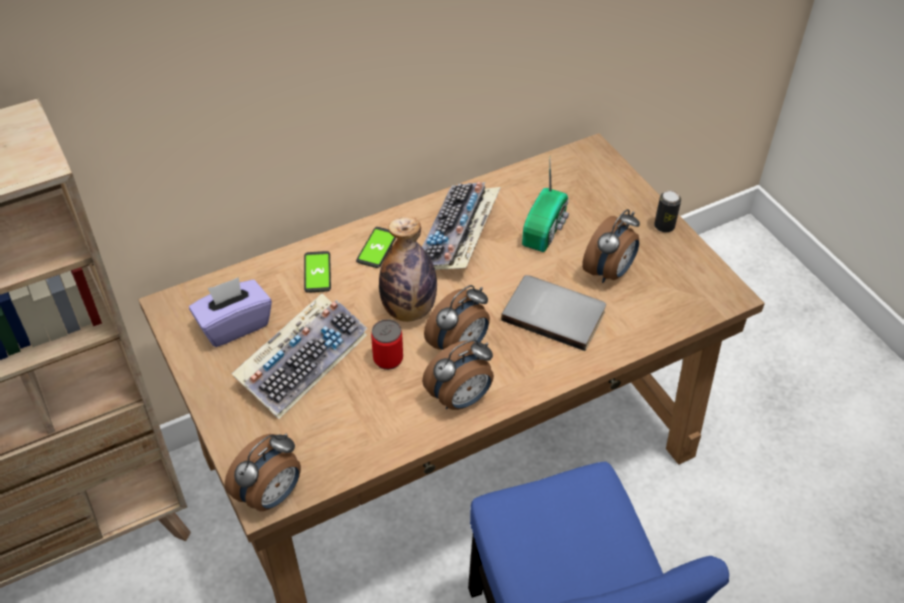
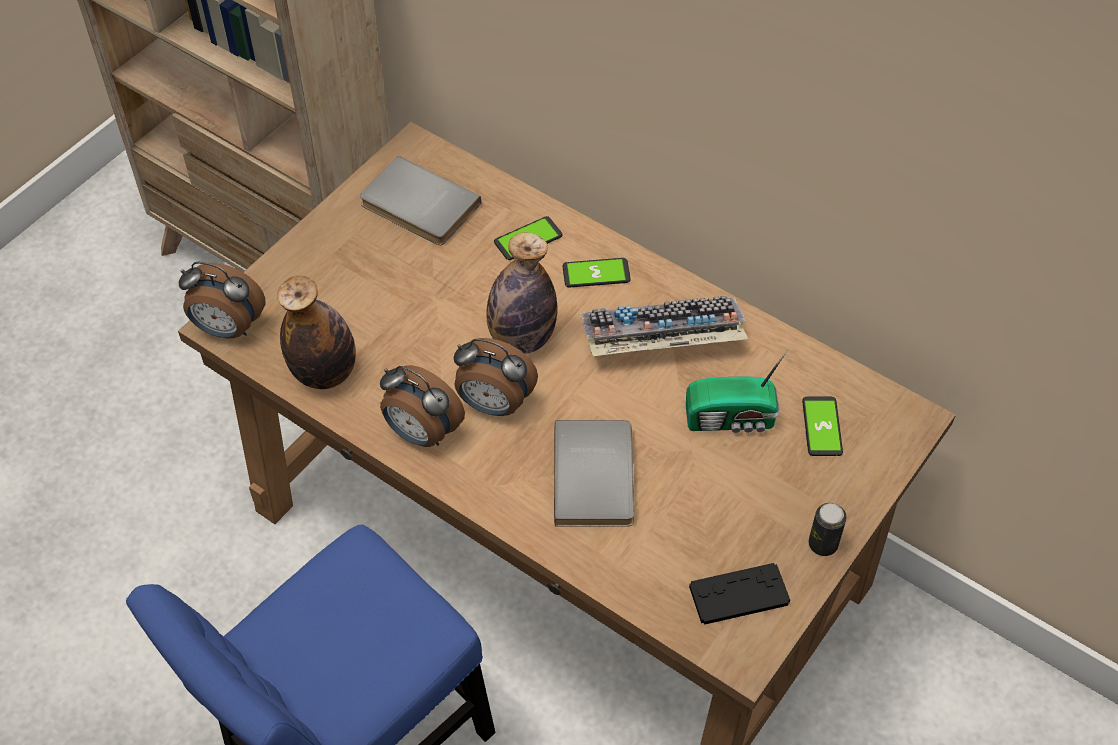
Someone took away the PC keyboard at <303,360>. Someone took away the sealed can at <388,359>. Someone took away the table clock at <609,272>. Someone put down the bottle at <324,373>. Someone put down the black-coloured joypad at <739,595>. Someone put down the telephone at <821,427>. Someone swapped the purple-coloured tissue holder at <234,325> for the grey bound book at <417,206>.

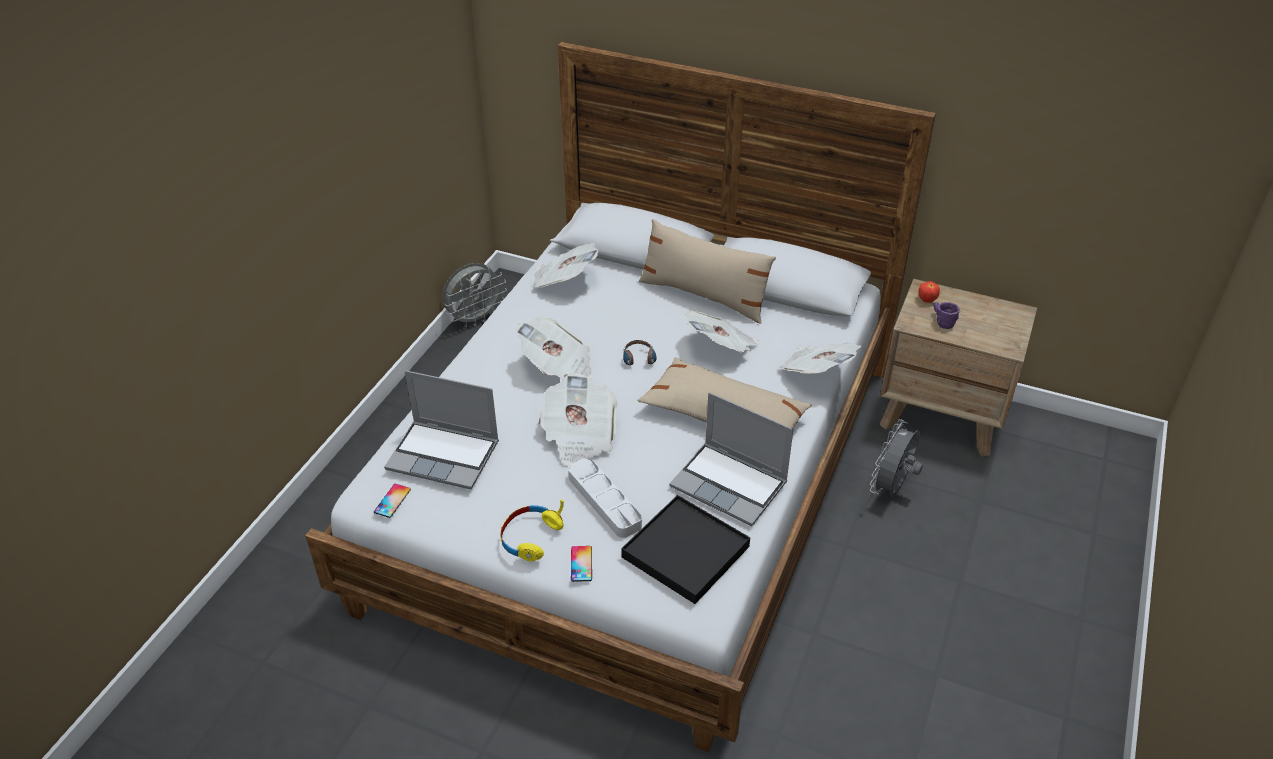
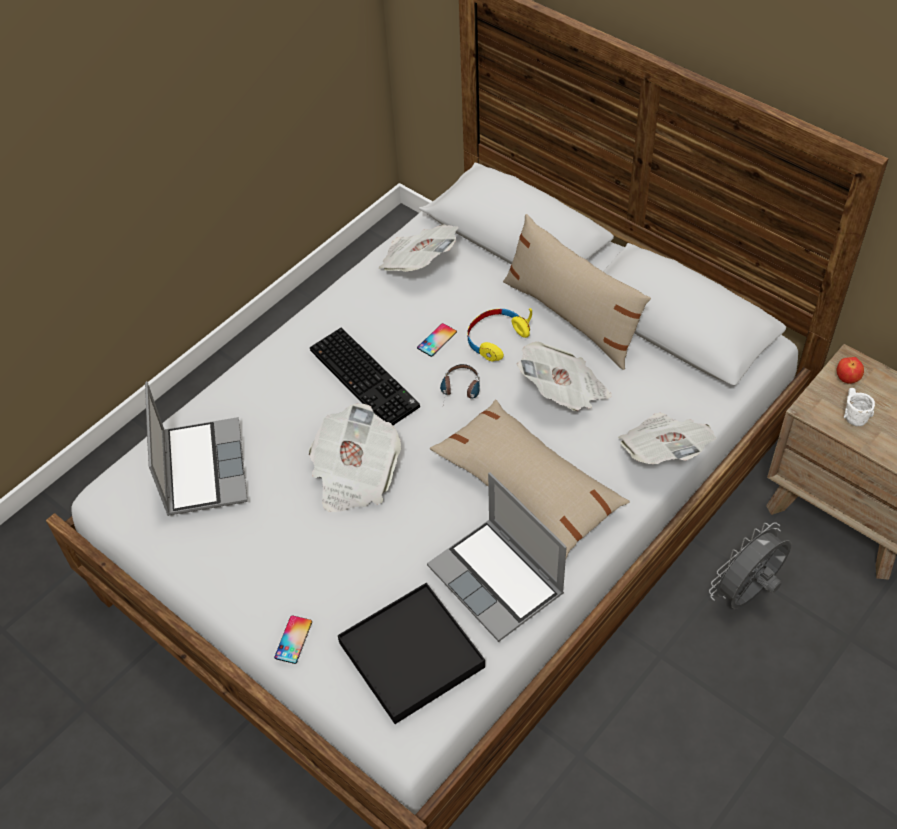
Someone took away the grey fan at <475,319>. Someone took away the grey tray at <604,501>. Someone carried the telephone from <392,501> to <437,340>. Someone carried the yellow headphones from <530,537> to <496,339>. Someone swapped the newspaper at <558,366> for the PC keyboard at <366,378>. Someone repainted the purple-coloured tea mug at <940,321>, which became the whitish tea mug at <851,412>. Someone rotated the portable computer at <445,455> by 135 degrees counterclockwise.

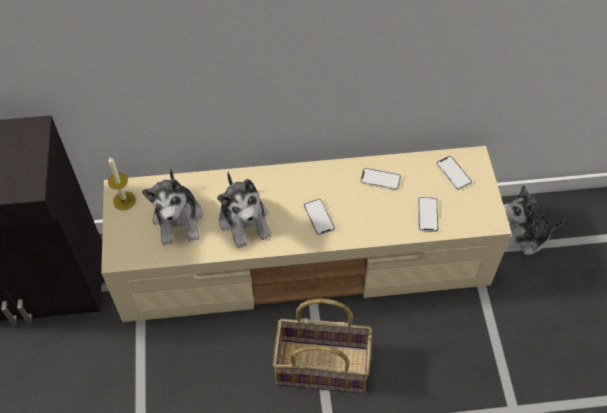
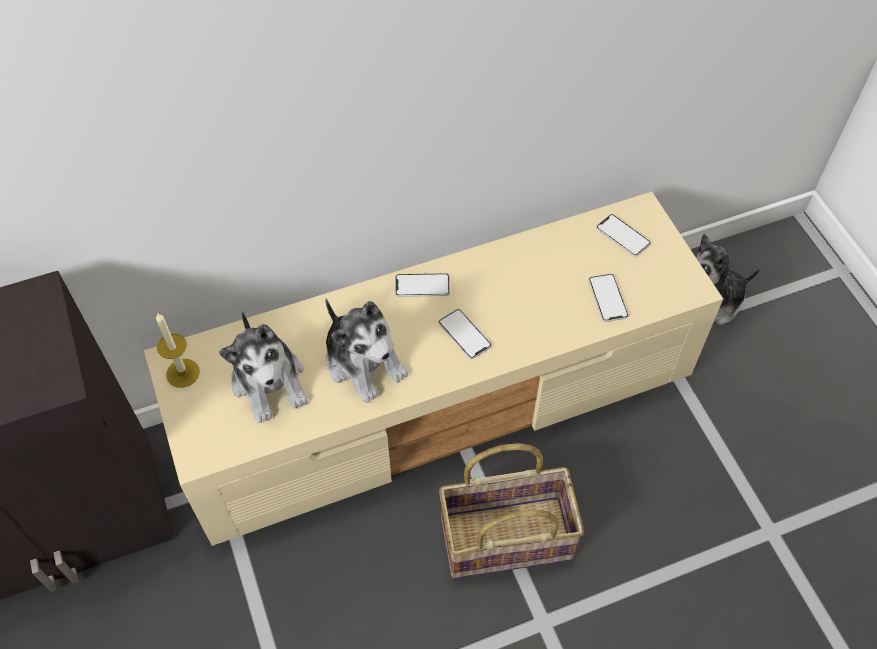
Someone carried the telephone from <380,179> to <422,286>.

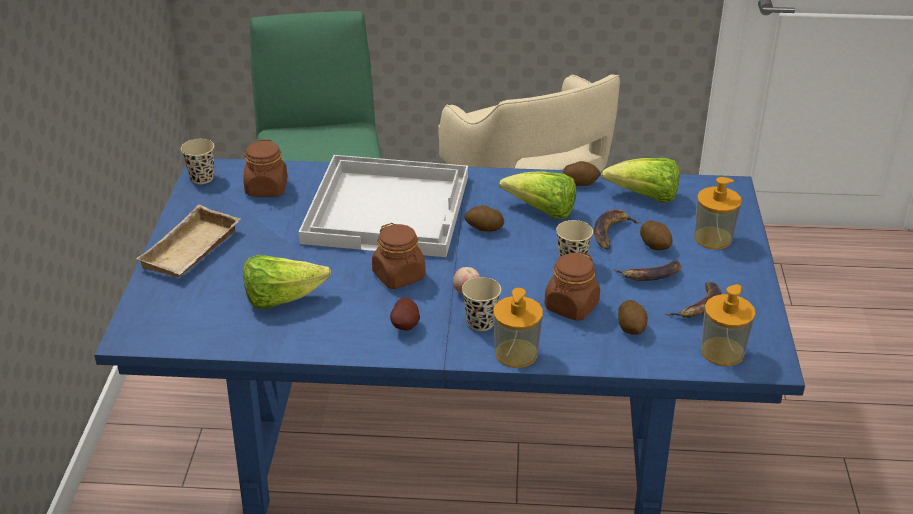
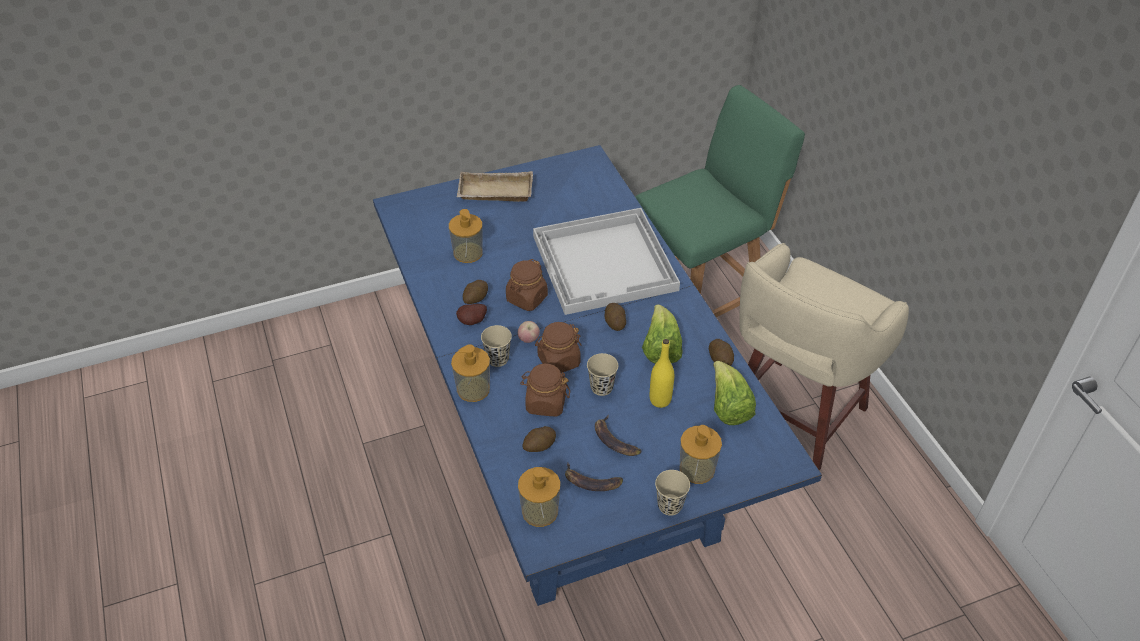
Someone carried the sand-coloured cup from <202,178> to <670,505>. Someone carried the brown-coloured storage jar from <266,188> to <558,361>. Someone carried the potato from <655,245> to <475,299>. Someone swapped the lettuce head at <281,299> for the soap dispenser at <468,253>. Someone swapped the banana fruit at <612,232> for the yellow bottle at <660,400>.

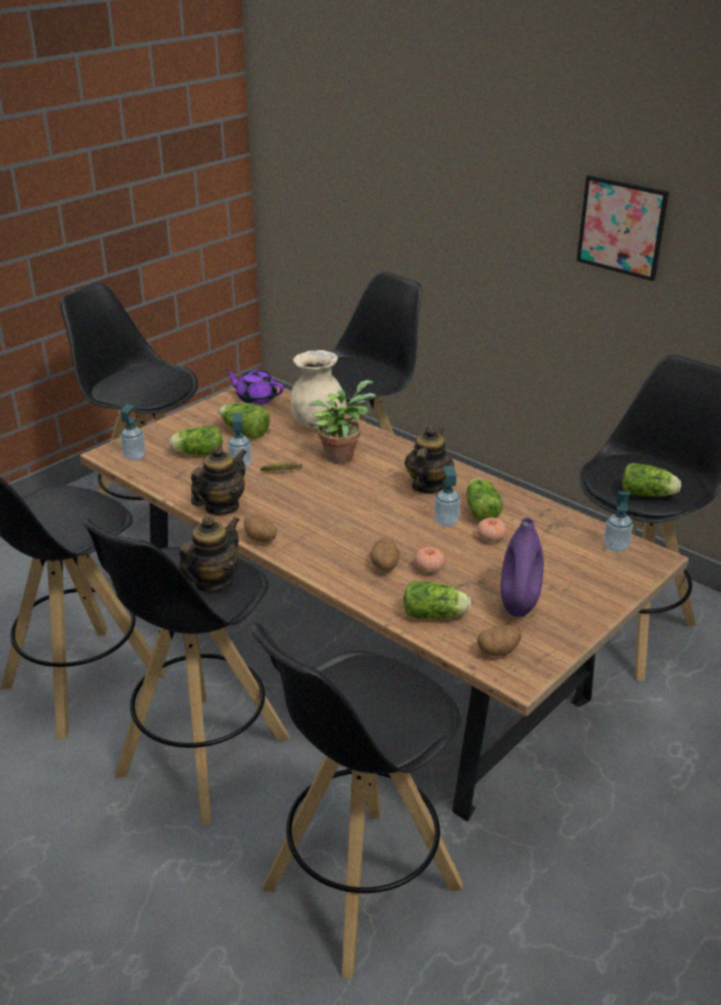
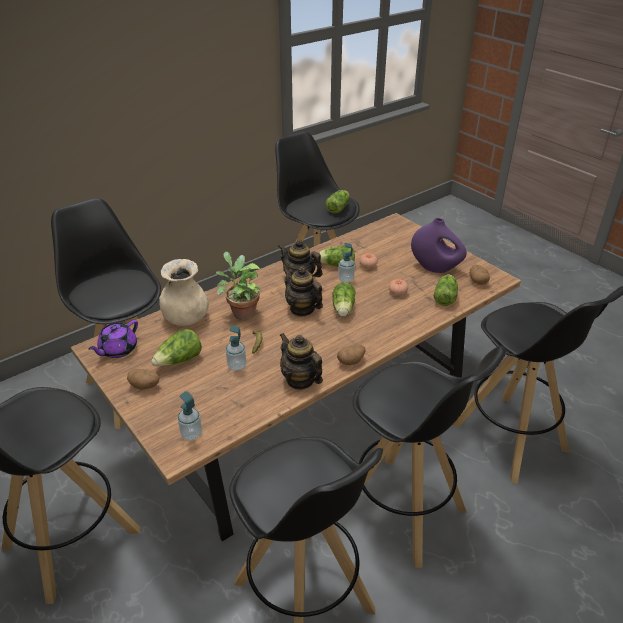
Someone took away the wall art at <621,227>. Someone took away the soap dispenser at <615,547>. Someone carried the lettuce head from <196,453> to <343,309>. Someone carried the pot for tea from <213,582> to <302,309>. Someone carried the potato from <384,566> to <145,386>.

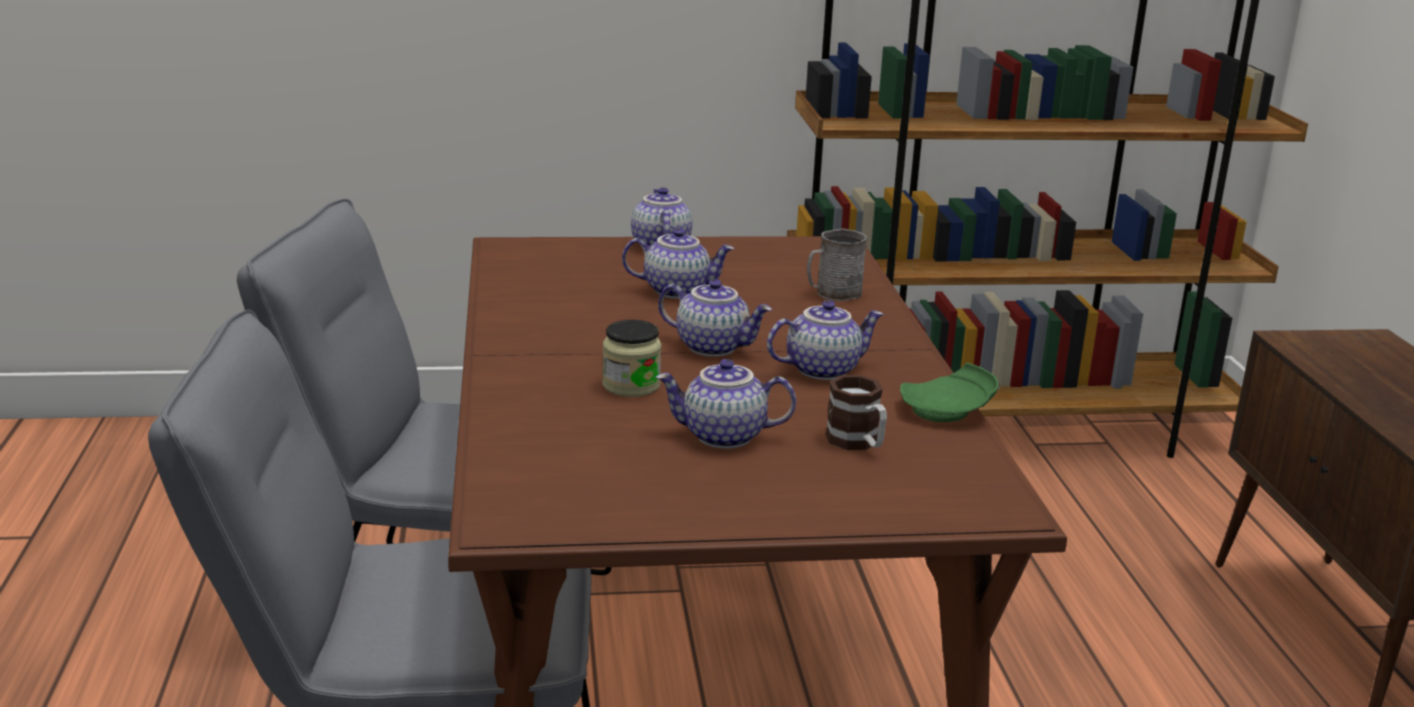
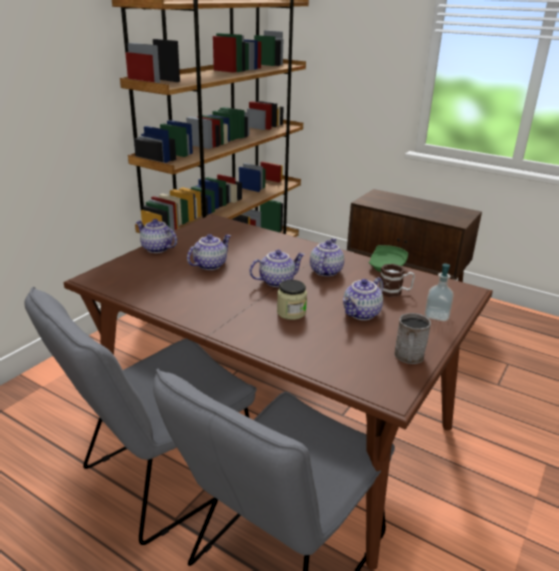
Someone put down the soap dispenser at <436,315>. Someone carried the grey tea mug from <833,294> to <409,357>.

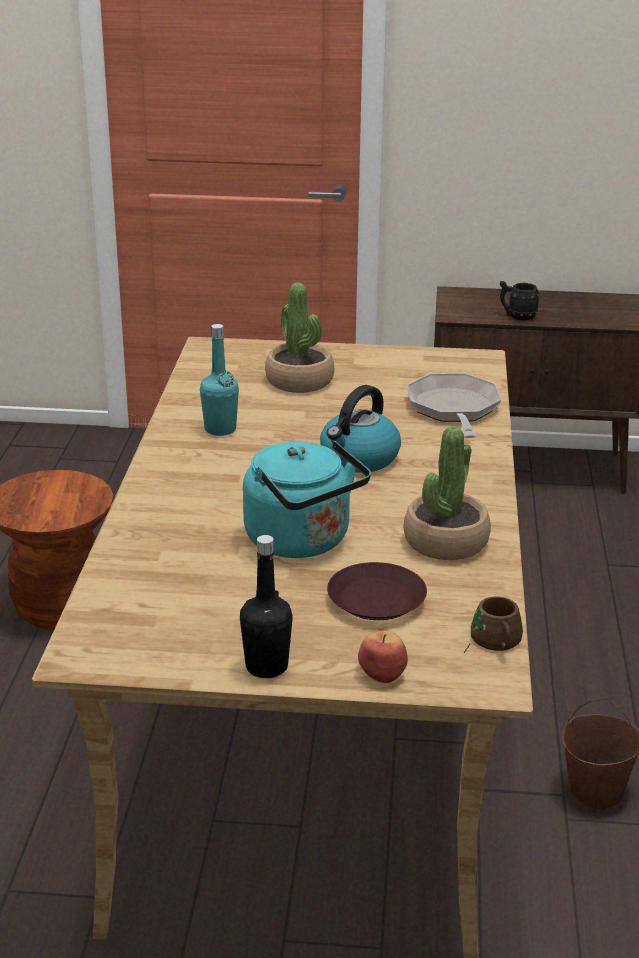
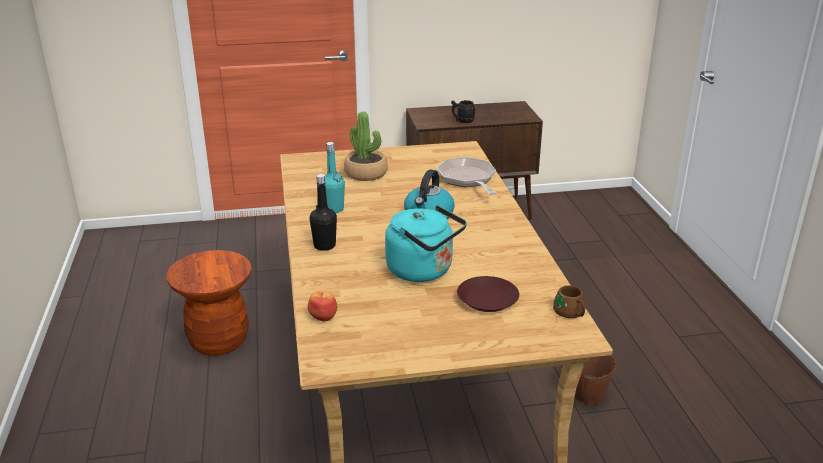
Someone took away the houseplant at <445,542>. Someone carried the black-coloured bottle from <266,666> to <324,245>. Someone carried the apple fruit from <383,673> to <323,316>.

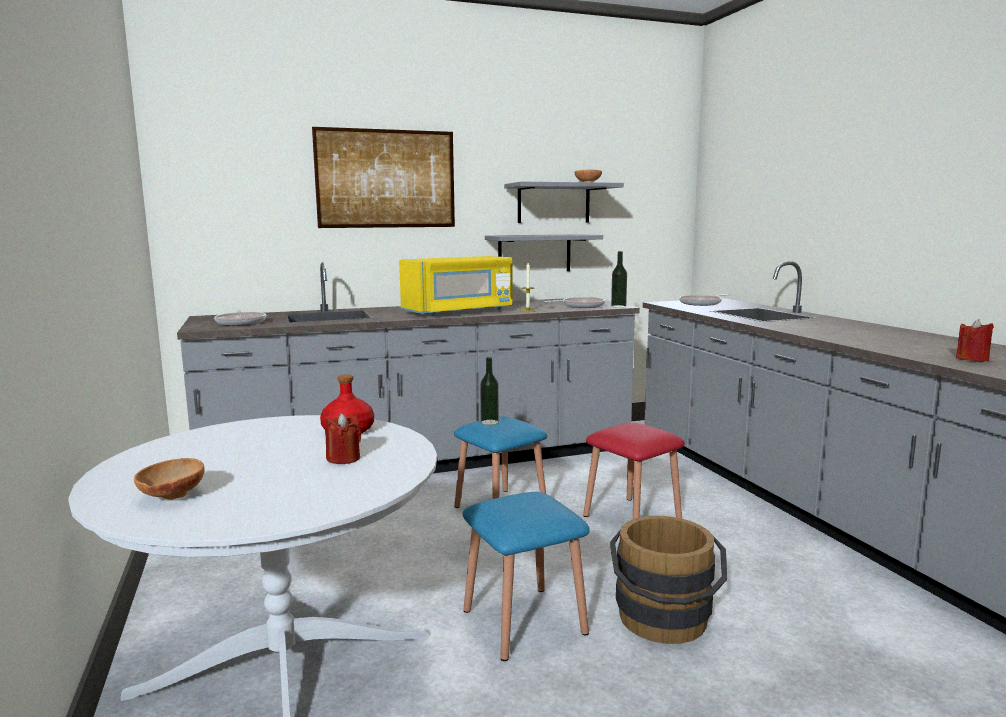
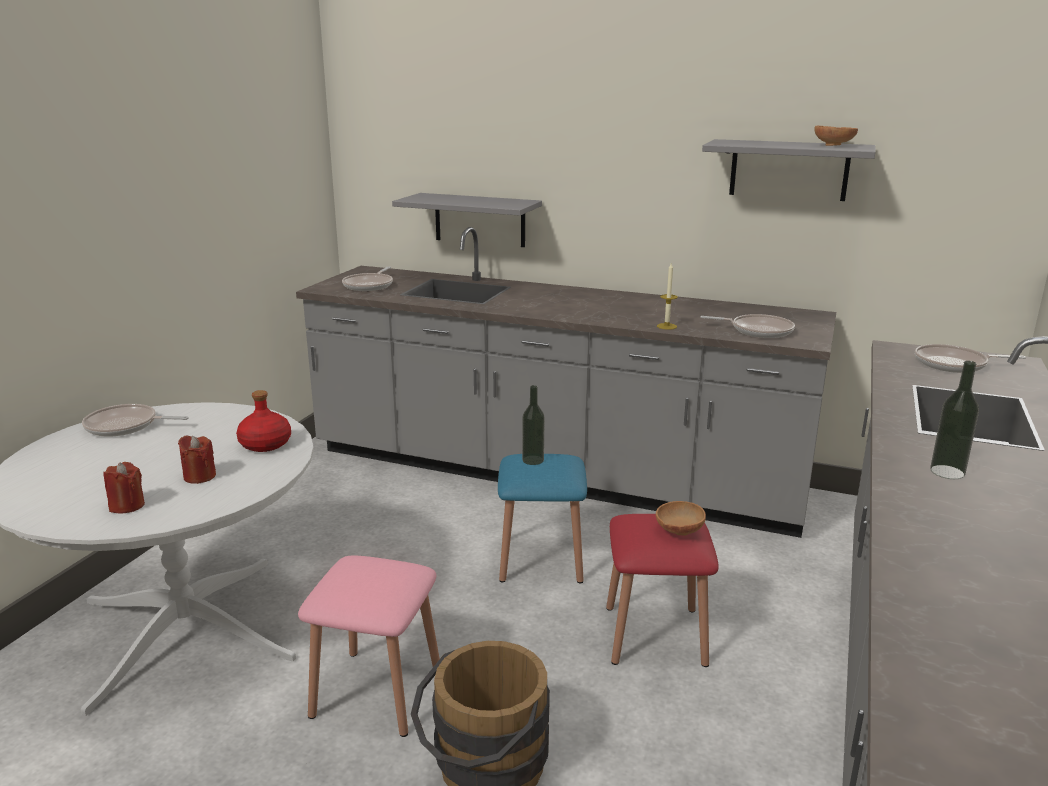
Someone took away the wall art at <386,179>. Someone took away the yellow microwave oven at <459,311>. Someone put down the pan at <125,426>. Someone carried the brown-coloured bowl from <171,496> to <678,531>. Someone carried the grey bracket shelf from <534,253> to <479,220>. Someone carried the bottle from <618,306> to <947,472>. Someone carried the red-coloured wax light from <972,359> to <127,506>. Someone repainted the blue stool seat at <524,621>, which became the pink stool seat at <377,691>.

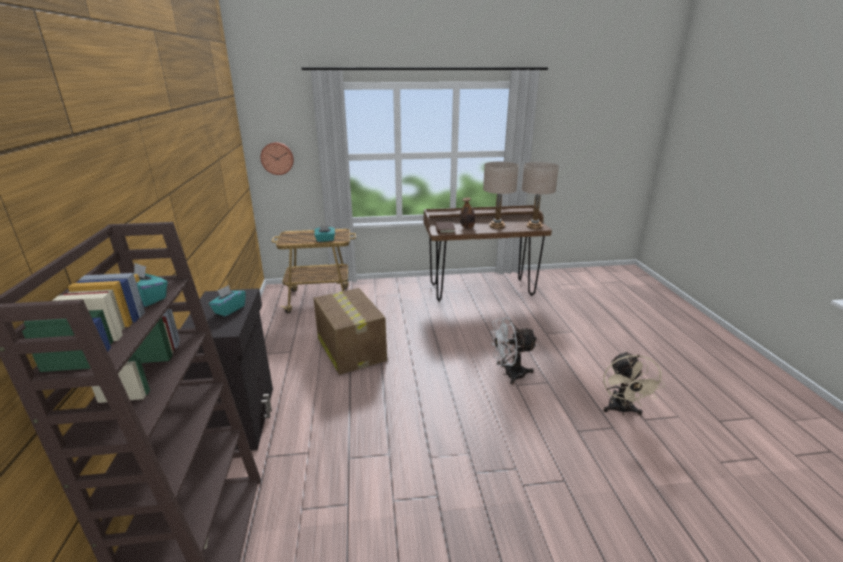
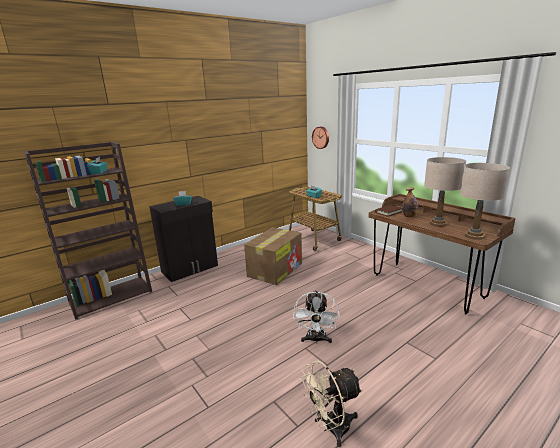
Someone rotated the whitish fan at <509,374> by 135 degrees counterclockwise.

